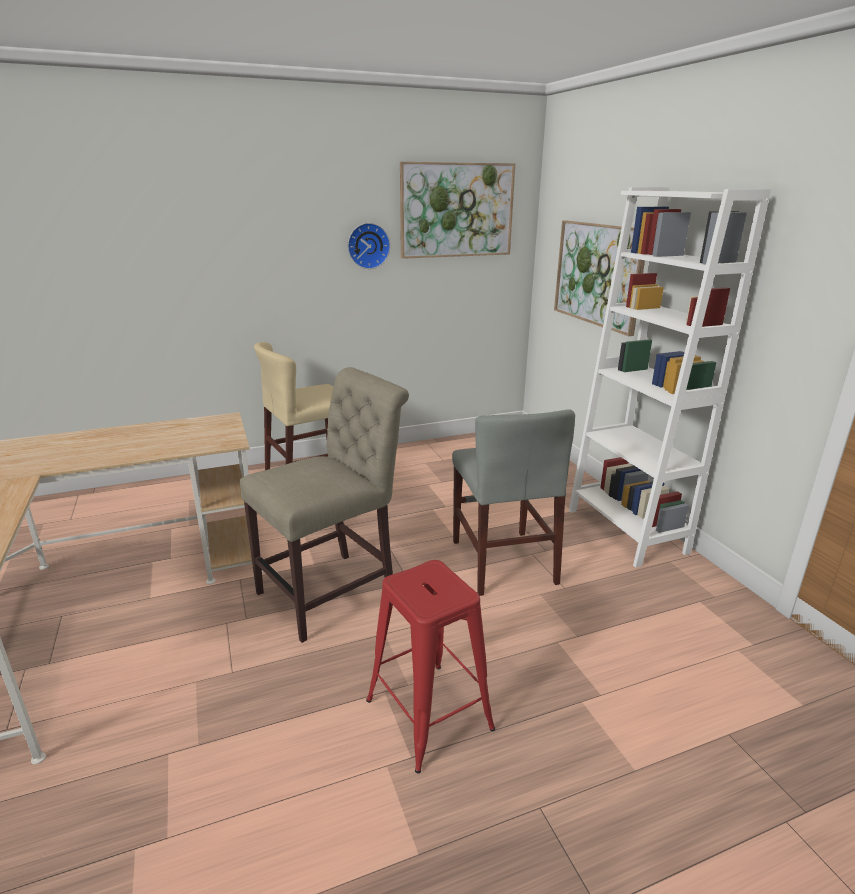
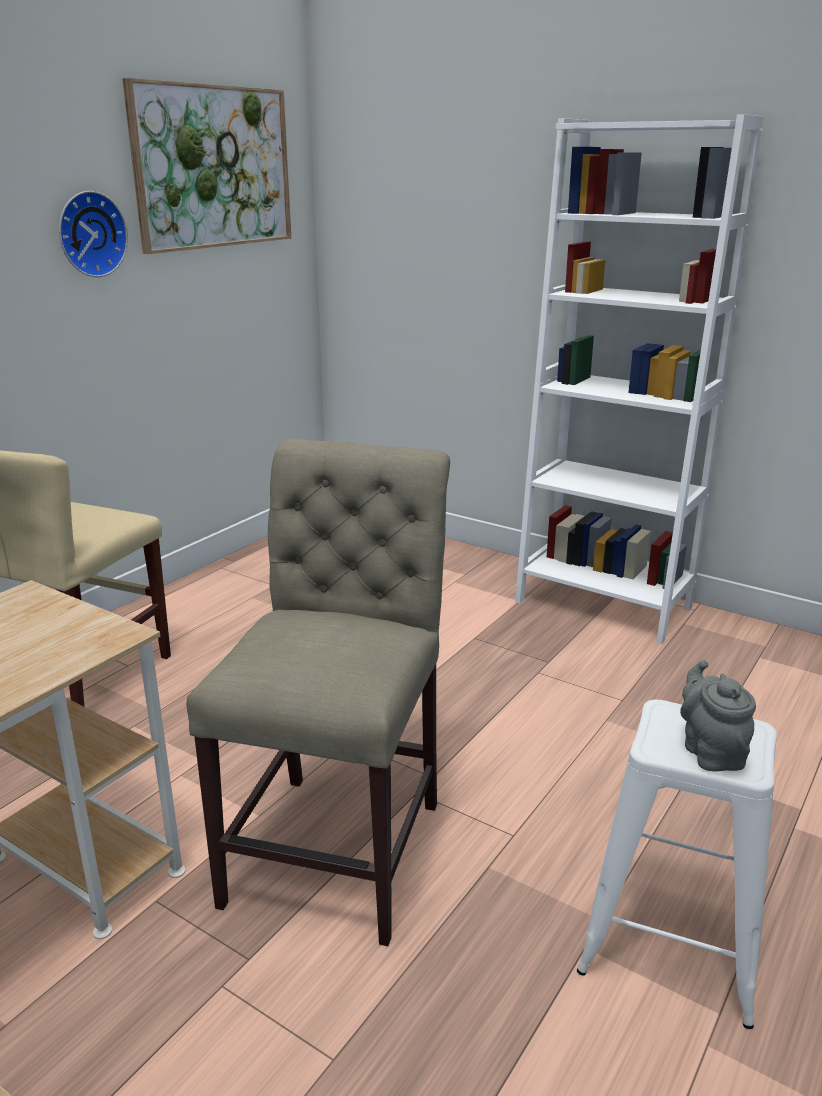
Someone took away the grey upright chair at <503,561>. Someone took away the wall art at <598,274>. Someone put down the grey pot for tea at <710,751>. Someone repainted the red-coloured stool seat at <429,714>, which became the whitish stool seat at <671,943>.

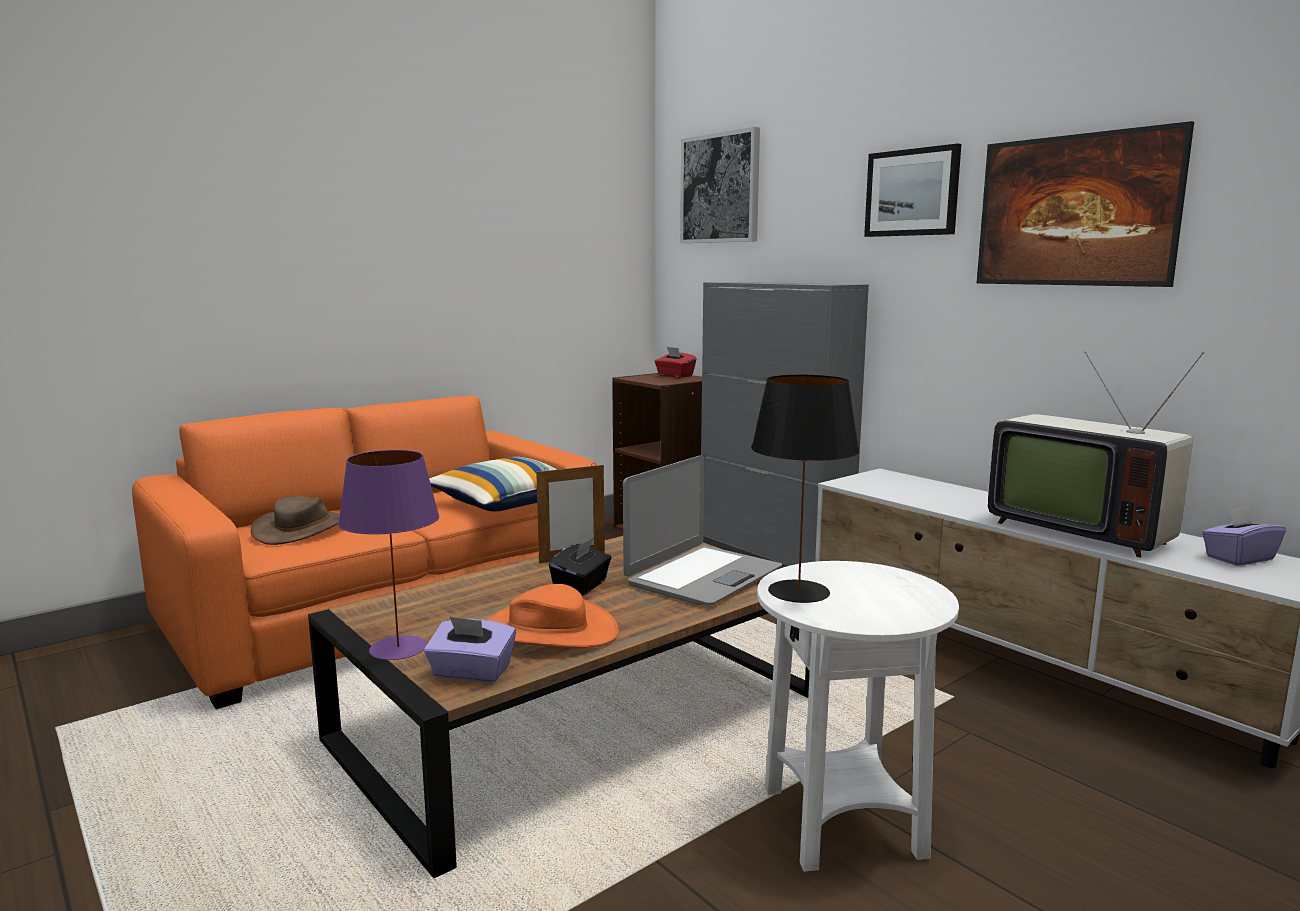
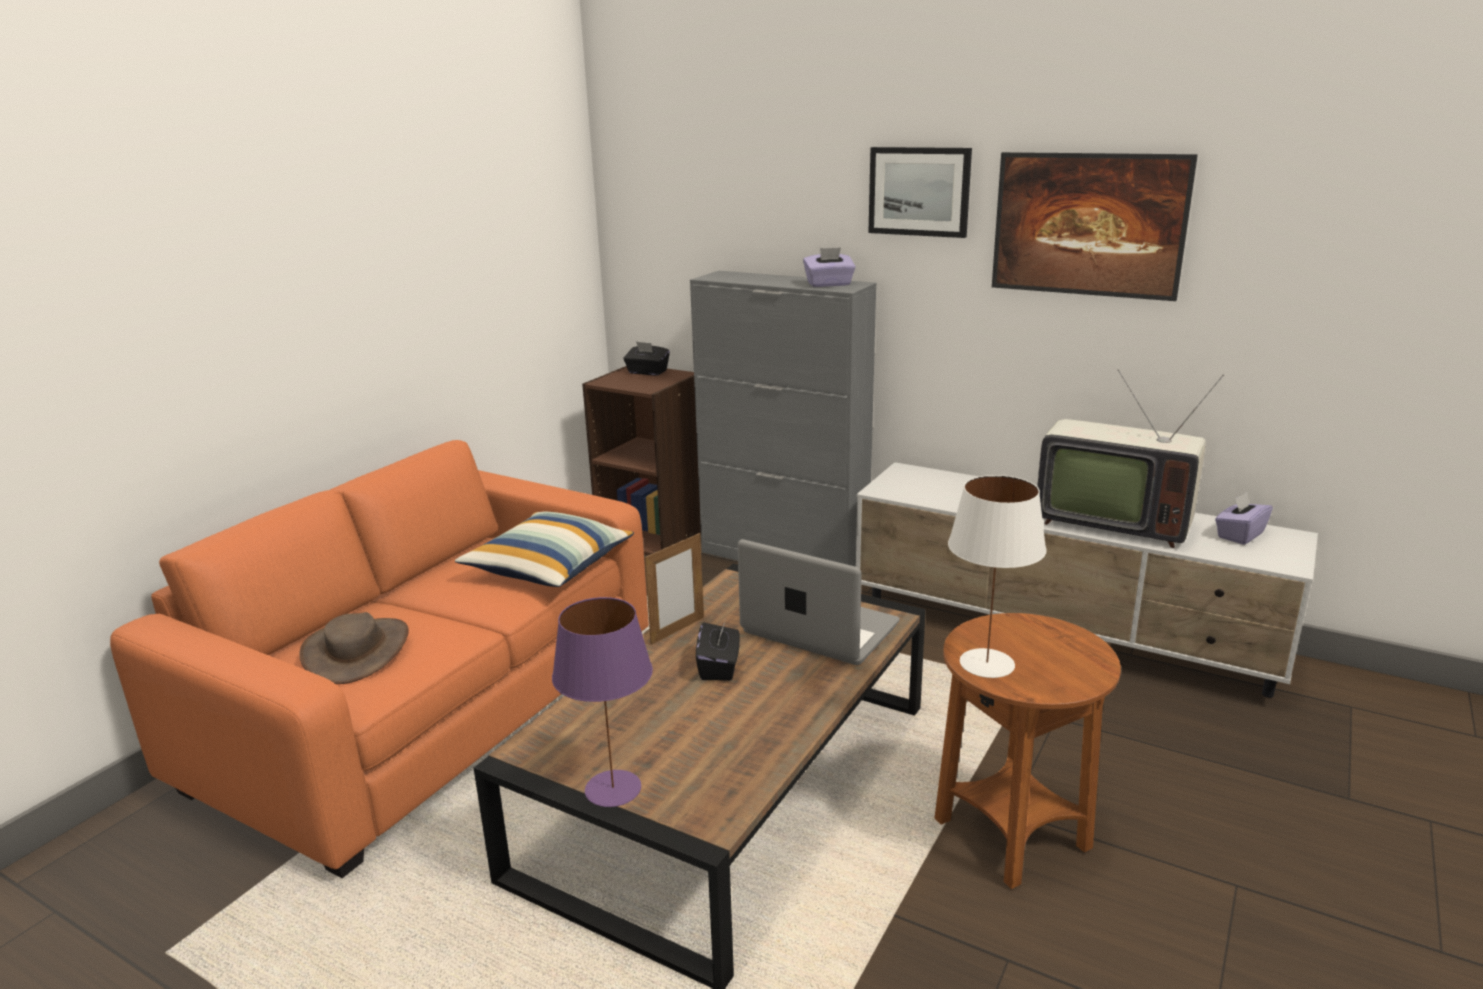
Someone took away the orange-coloured clothing hat at <548,631>. Someone took away the wall art at <720,188>. Someone carried the purple-coloured tissue holder from <471,673> to <829,284>. Someone repainted the red-coloured tissue holder at <675,376>, which became the black-coloured tissue holder at <647,372>. Someone repainted the black-coloured tabletop lamp at <799,592>, which became the whitish tabletop lamp at <987,664>. Someone repainted the whitish side table at <843,823>, which became the brown-coloured side table at <1012,835>. Someone rotated the portable computer at <703,576> by 75 degrees counterclockwise.

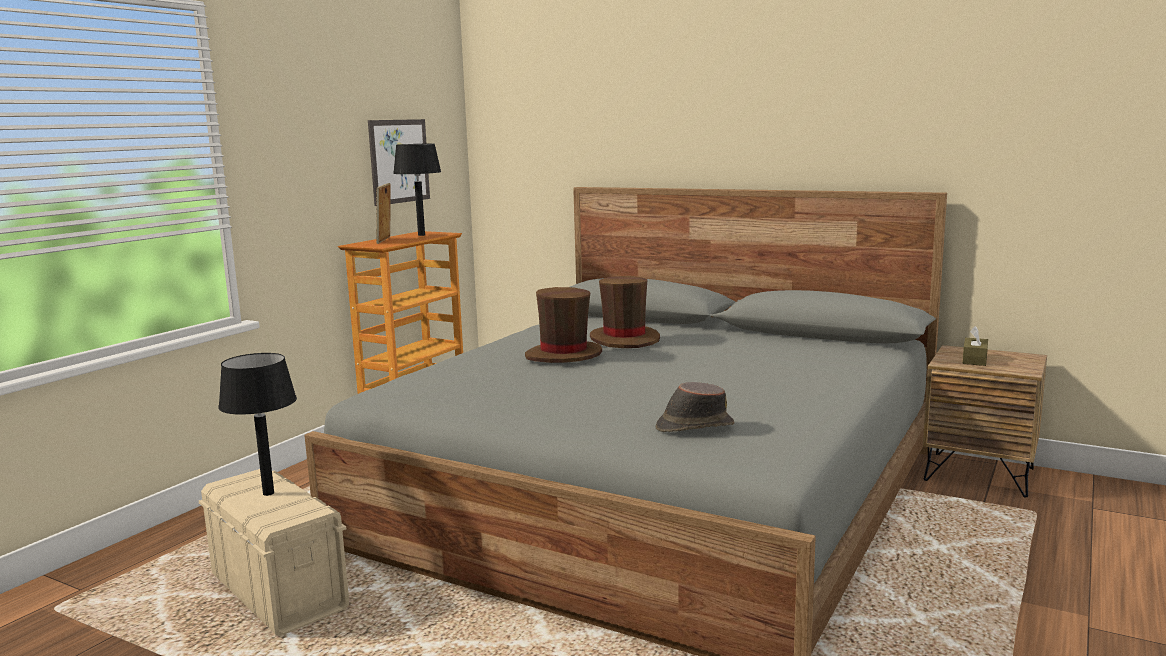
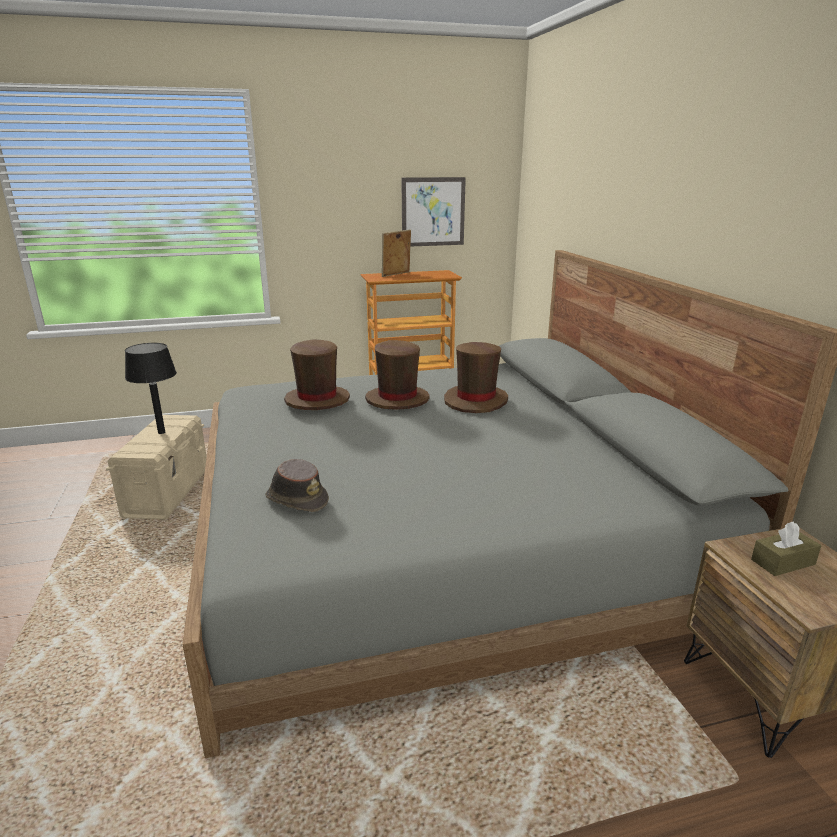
Someone took away the black-coloured tabletop lamp at <421,235>. Someone put down the brown-coloured clothing hat at <317,400>.

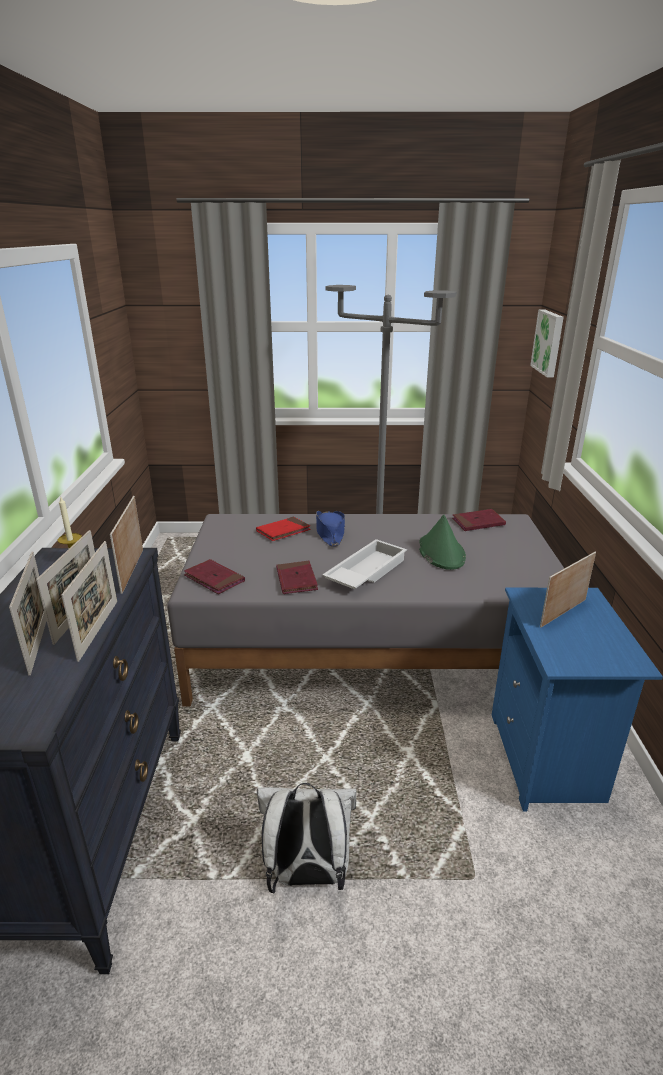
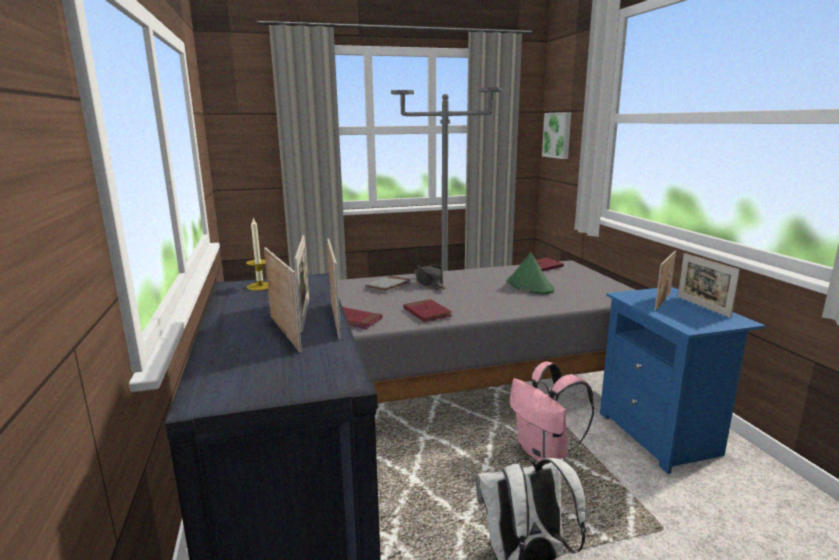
Someone took away the whitish tray at <365,571>. Someone put down the pink knapsack at <545,453>. Someone carried the photo frame from <132,570> to <702,306>. Someone repainted the red-coloured bound book at <283,531>, which became the grey bound book at <388,286>. Someone repainted the blue clothing hat at <330,533>, which became the black-coloured clothing hat at <429,283>.

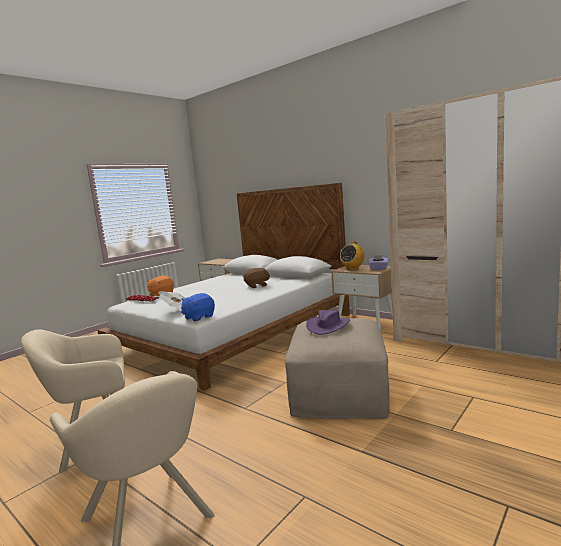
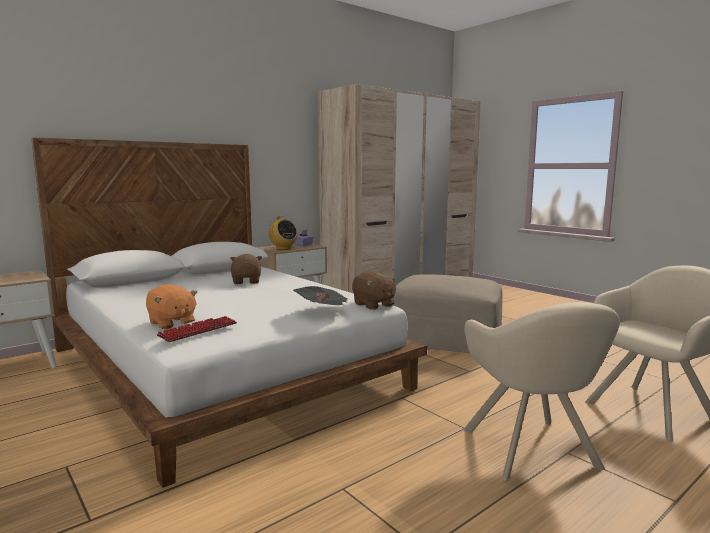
Someone took away the purple-coloured clothing hat at <328,326>. Someone repainted the blue cuddly toy at <198,317>, which became the brown-coloured cuddly toy at <373,305>.

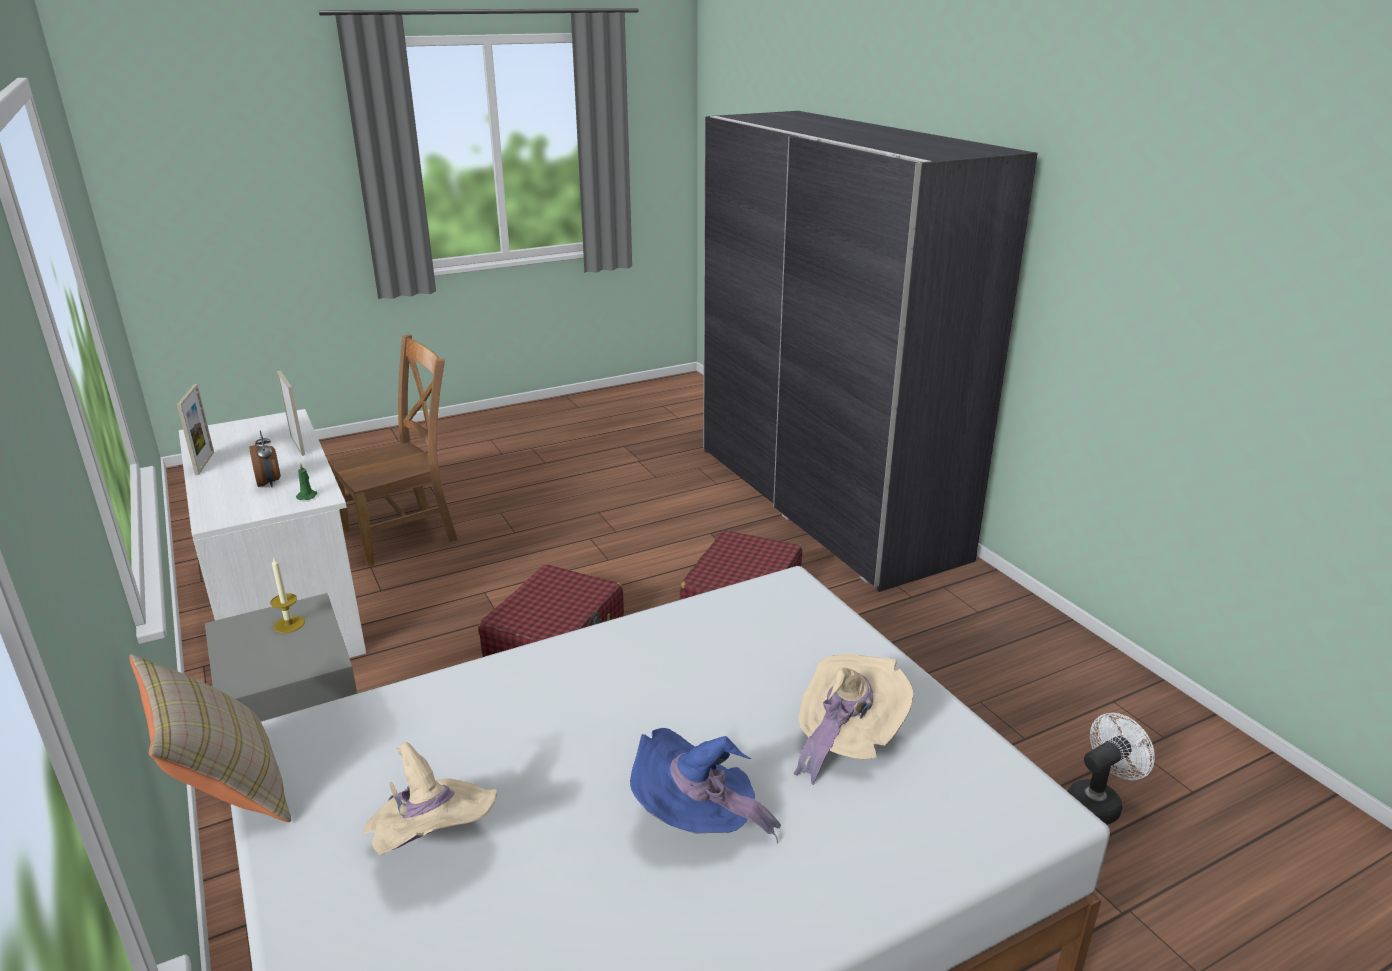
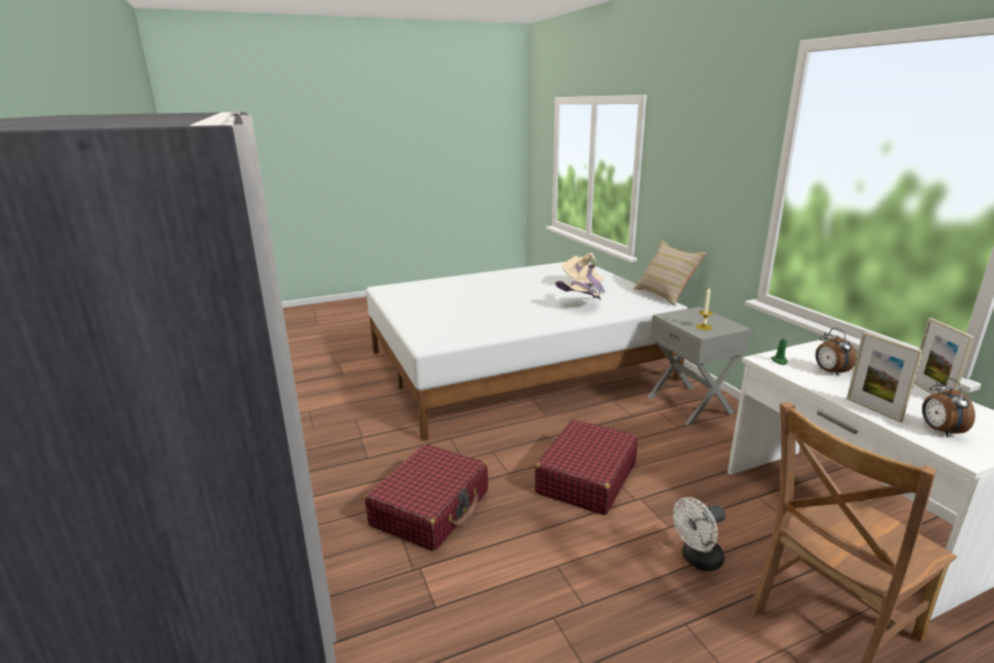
Someone took away the blue clothing hat at <698,820>. Someone put down the table clock at <939,430>. Someone carried the sand-coloured clothing hat from <845,739> to <579,306>. Someone carried the whitish fan from <1098,802> to <697,560>.

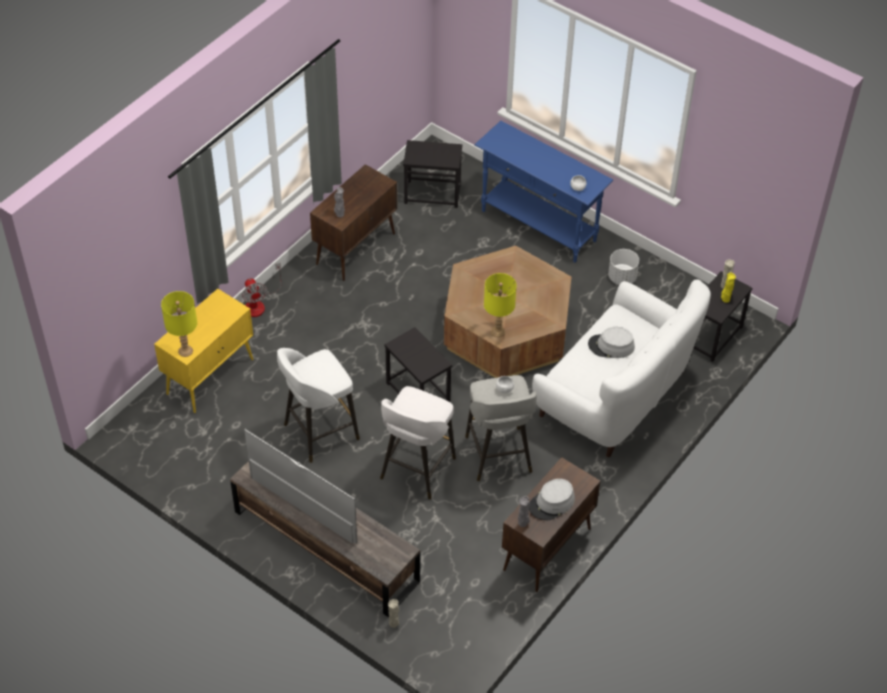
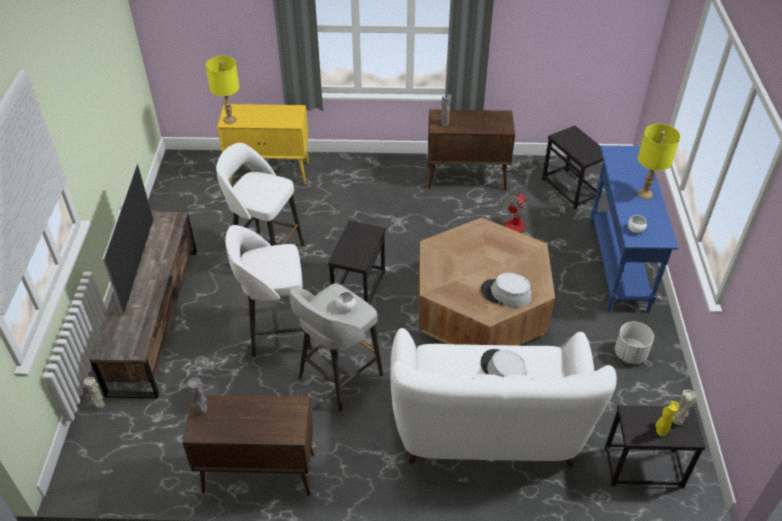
Someone carried the fan from <259,303> to <522,226>. Someone carried the yellow tabletop lamp from <497,331> to <644,194>. Someone carried the grey clothing hat from <552,503> to <506,293>.

